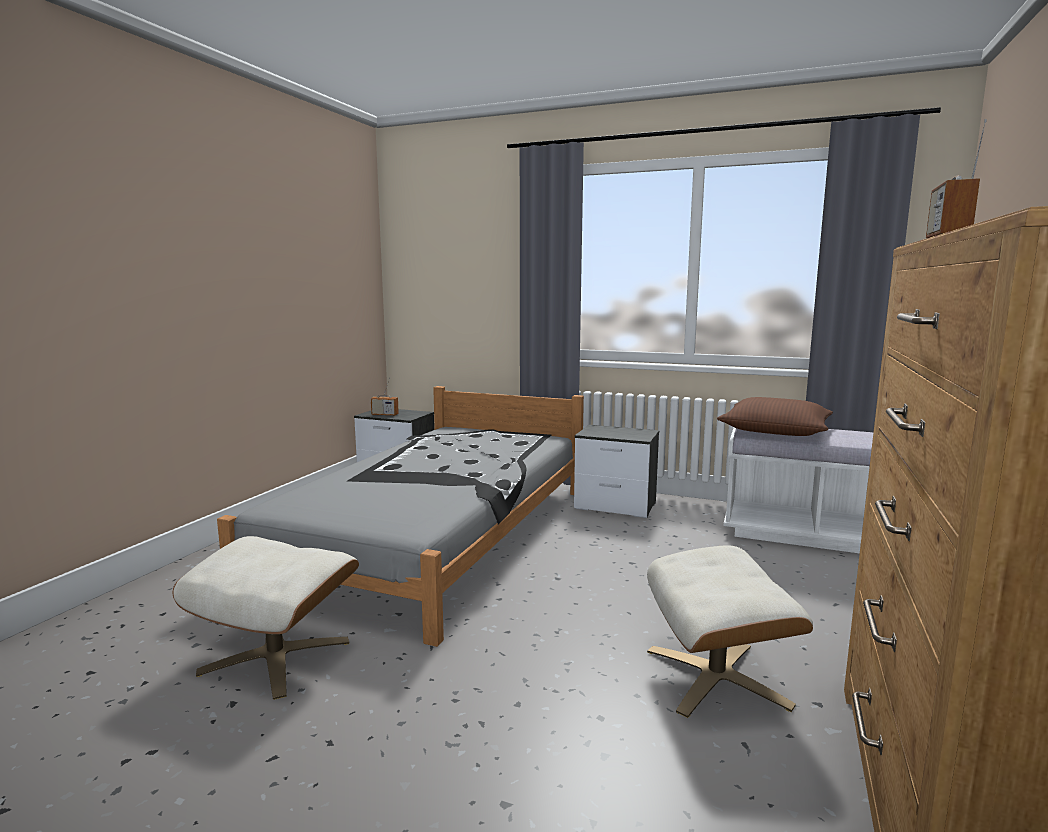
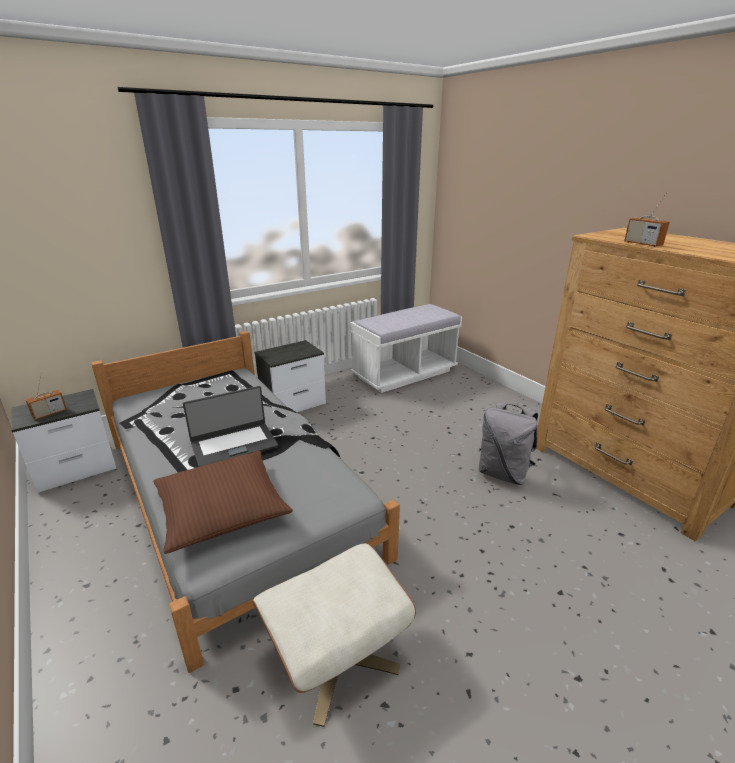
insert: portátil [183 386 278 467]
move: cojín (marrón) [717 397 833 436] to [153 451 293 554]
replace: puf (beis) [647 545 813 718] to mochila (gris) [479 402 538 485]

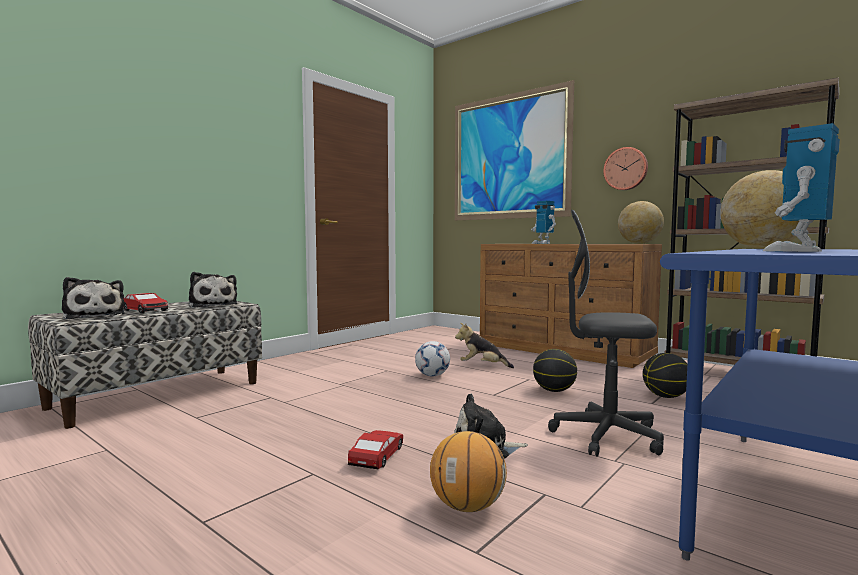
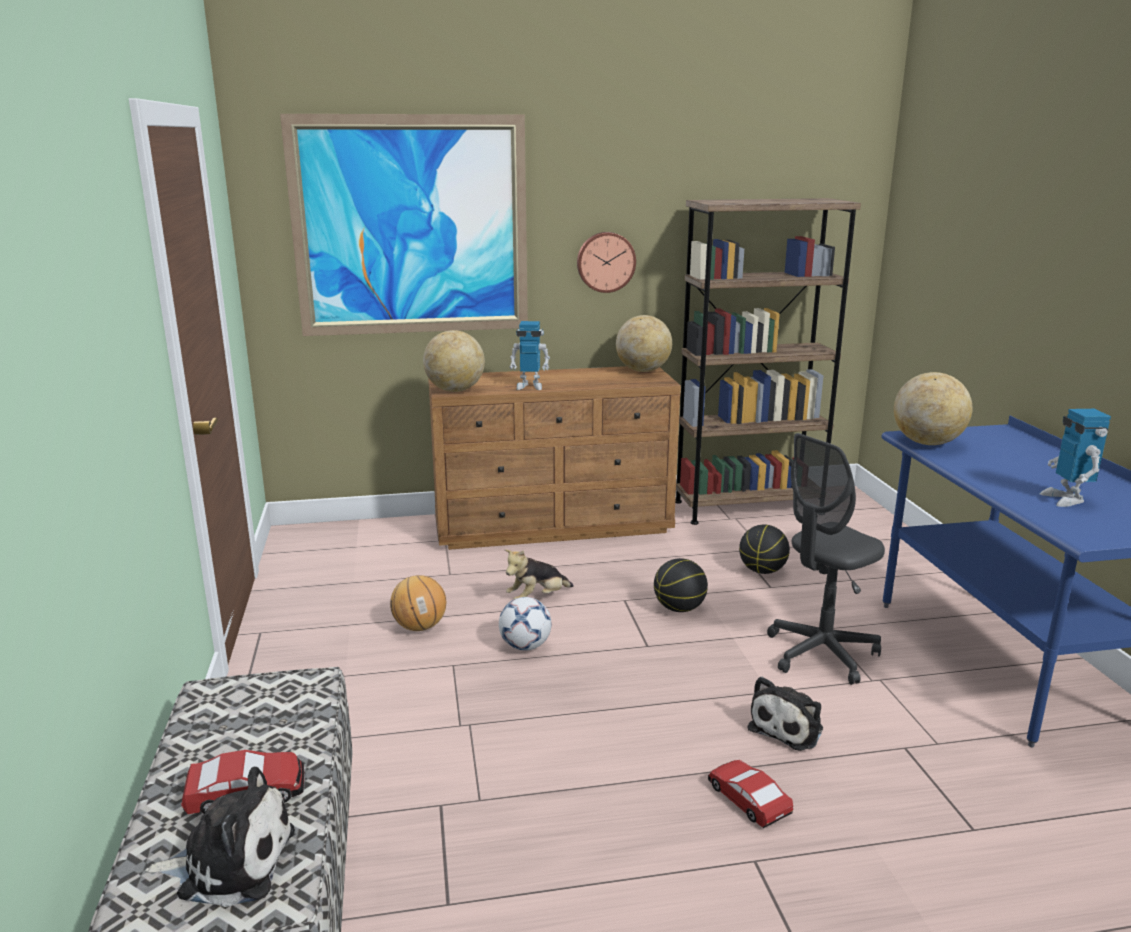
delete: peluche [189 272 237 308]
insert: globo terráqueo [423 330 485 392]
move: balón de baloncesto [430 431 507 512] to [390 575 446 631]

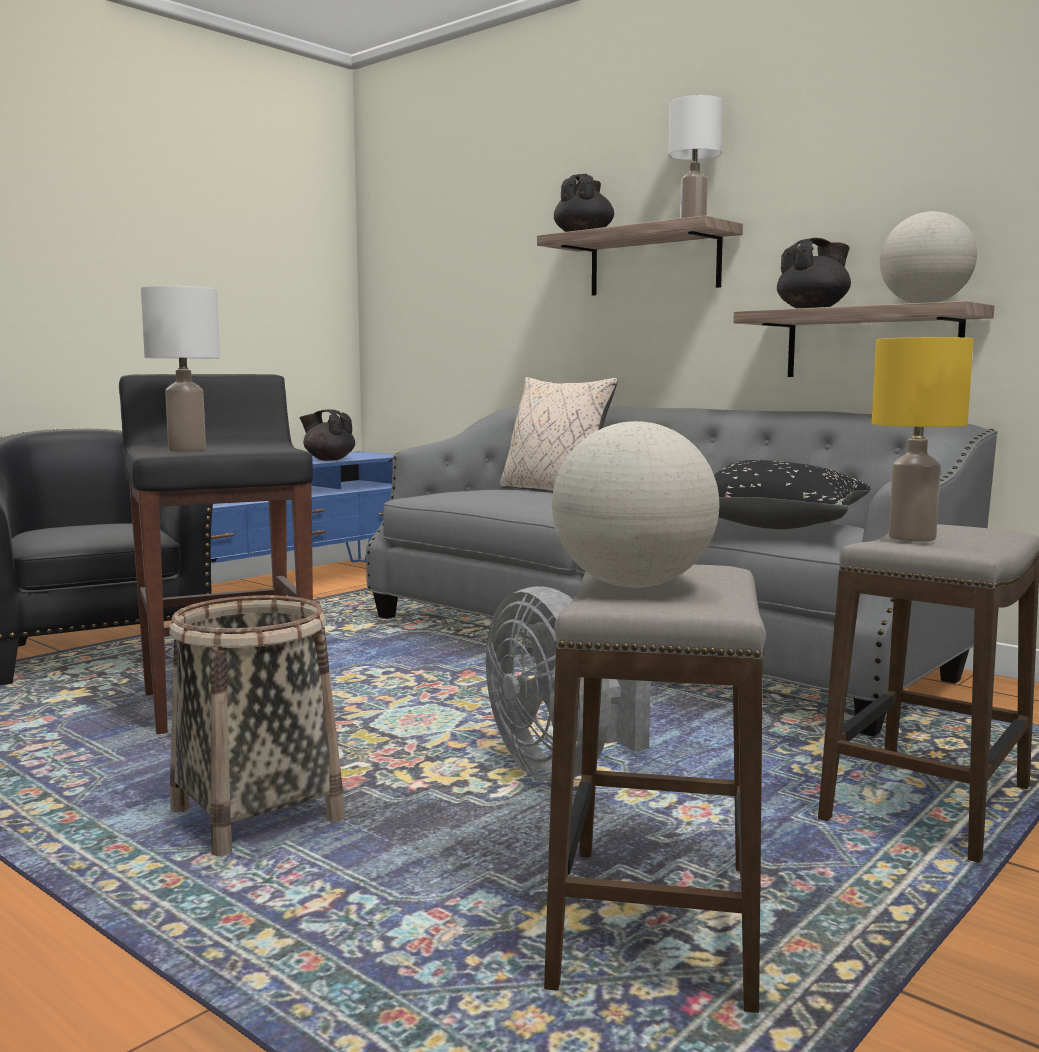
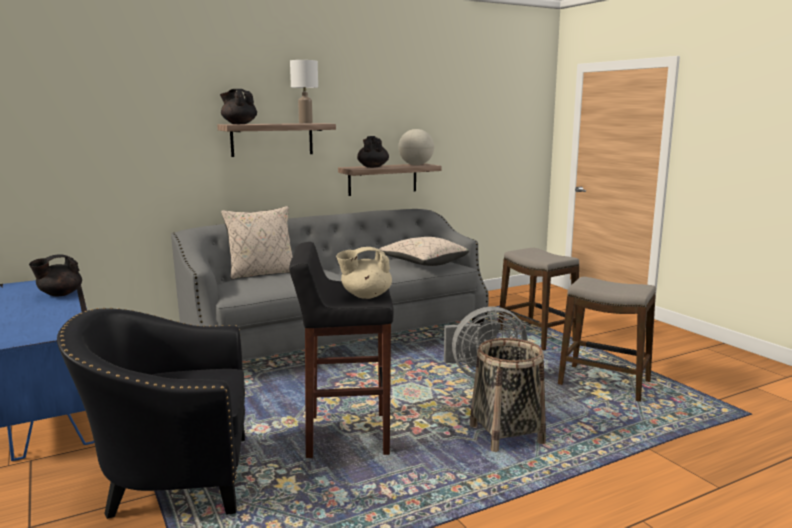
delete: lámpara de mesa (amarillo) [872 337 973 541]; globo terráqueo [552 421 719 588]
replace: lámpara de mesa (blanco) [141 286 220 452] to tetera (beis) [336 247 392 299]
recolor: cojín (negro) [714 460 870 529] to cojín (beis) [379 237 469 266]

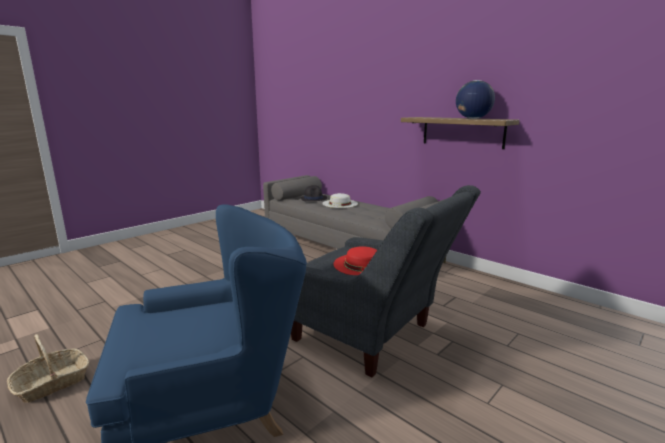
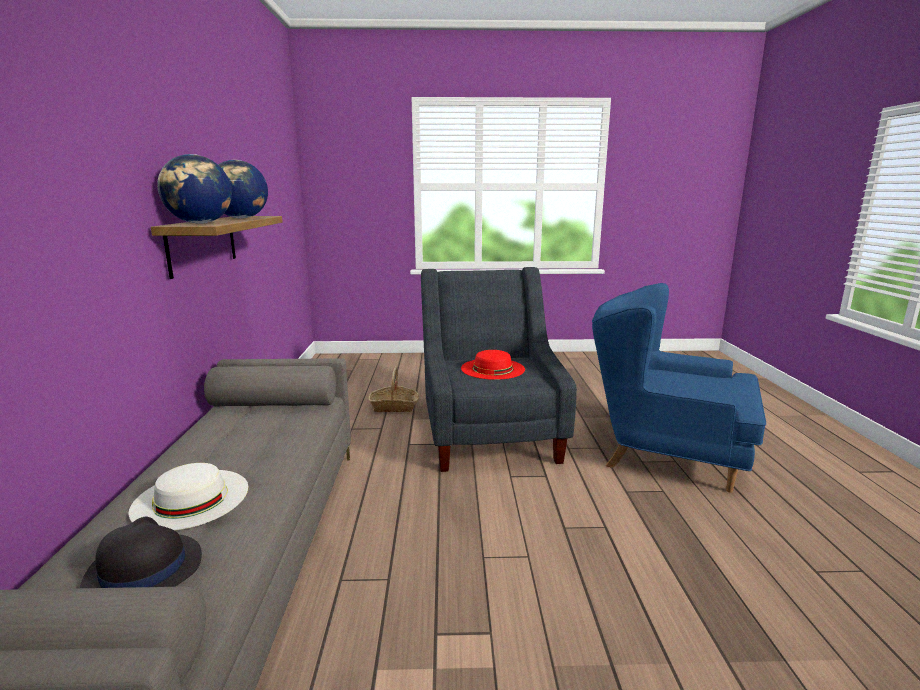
insert: globo terráqueo [157 154 232 224]
move: cesta [7 334 89 403] to [369 366 419 412]

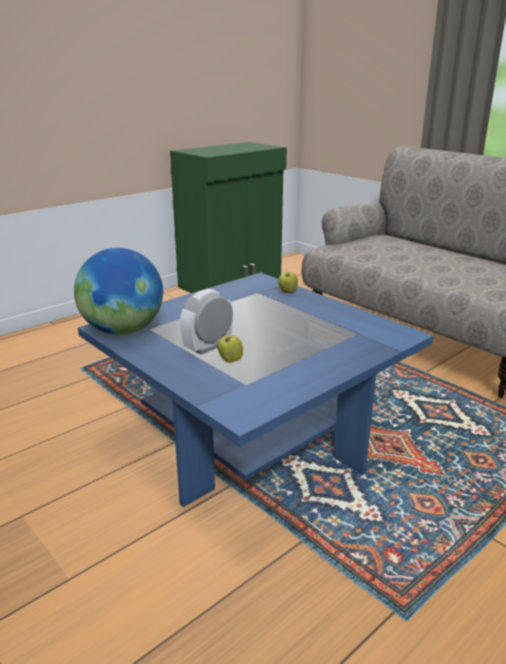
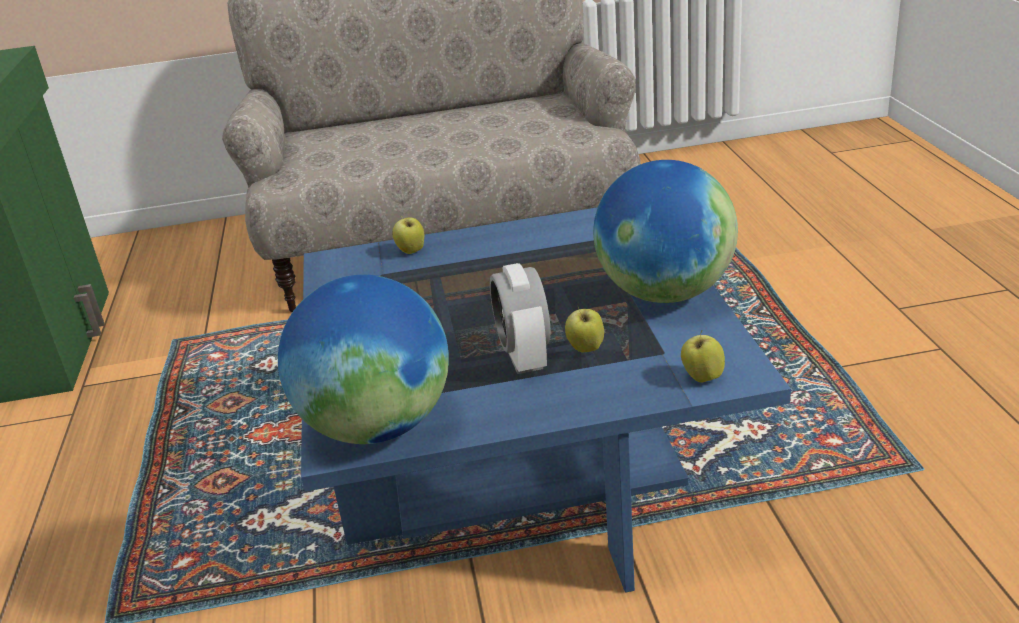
insert: globo terráqueo [593 160 738 303]; manzana [681 330 725 383]

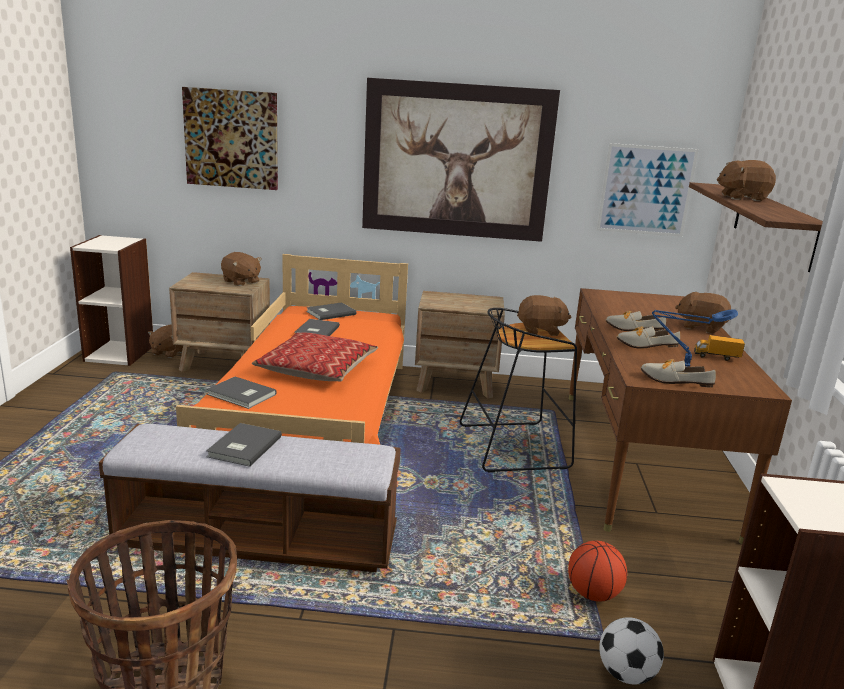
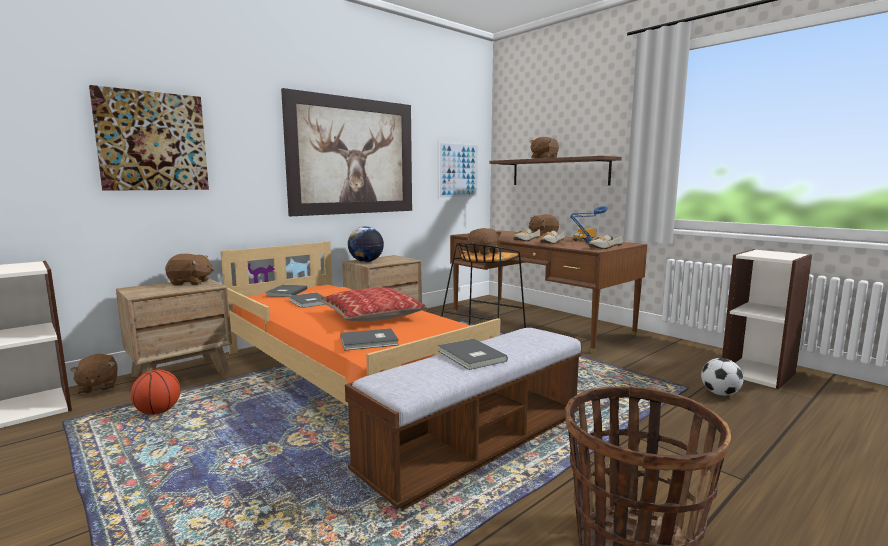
insert: globo terráqueo [348 226 384 262]
move: balón de baloncesto [568 541 627 601] to [131 370 180 415]

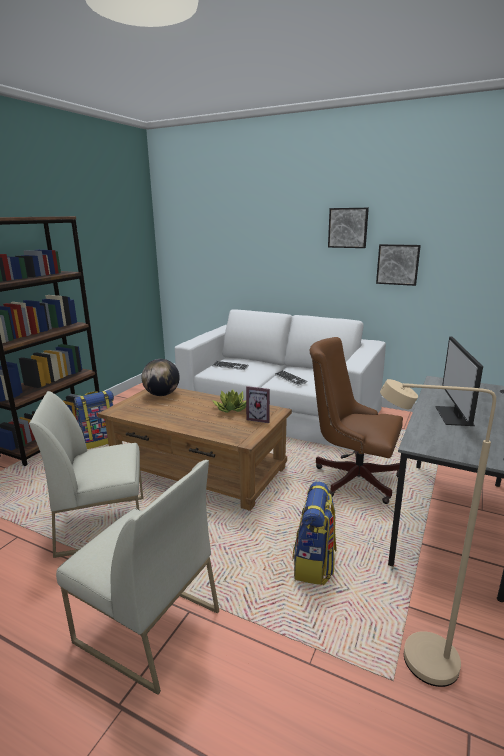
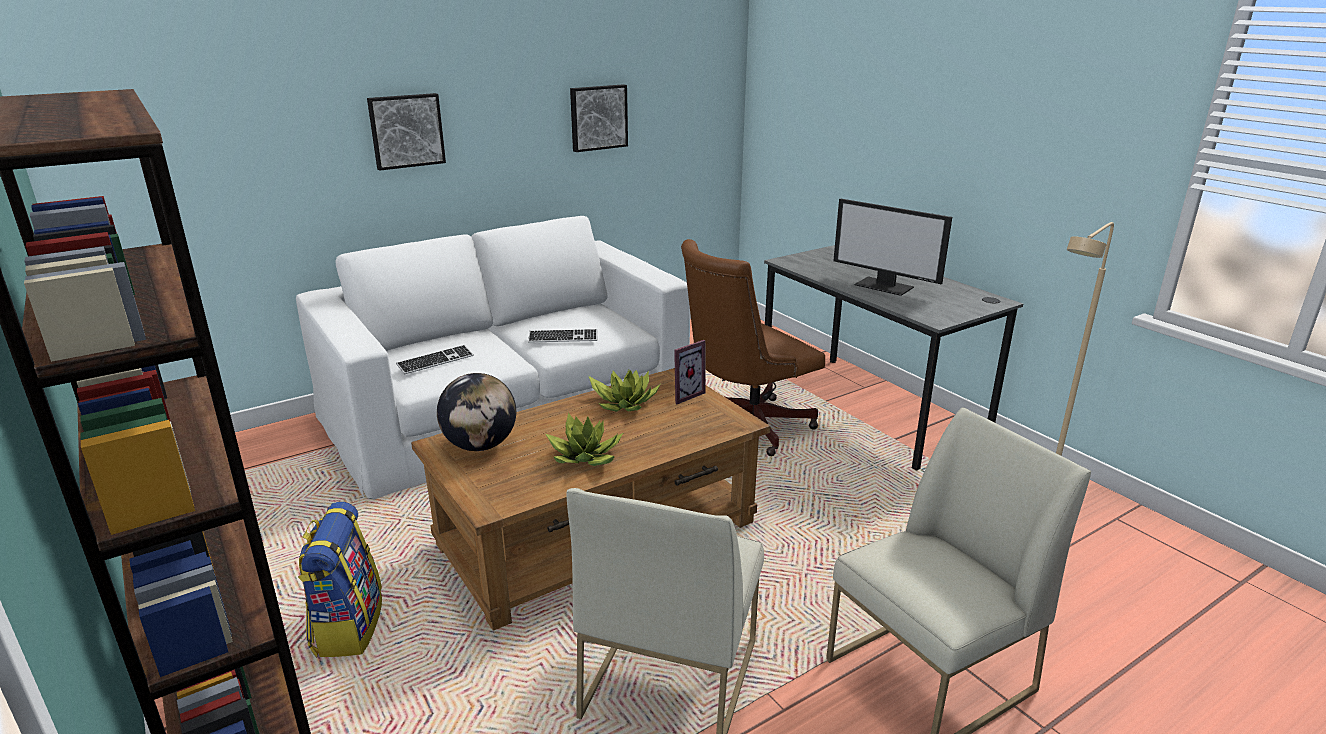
delete: mochila [292 481 336 585]
insert: planta en maceta [546 413 623 466]
move: cuadro [328 208 369 248] to [367 93 446 170]

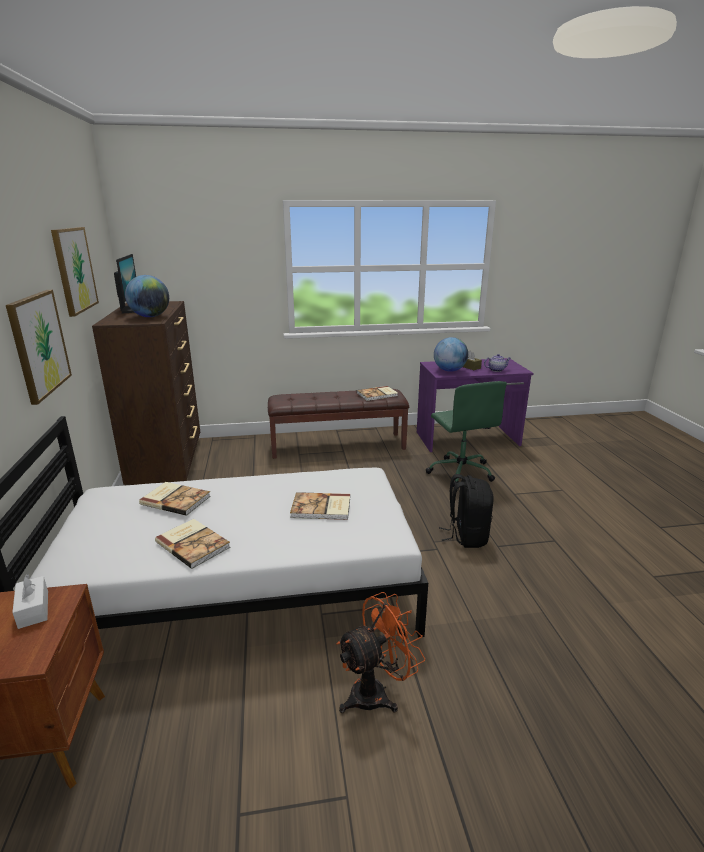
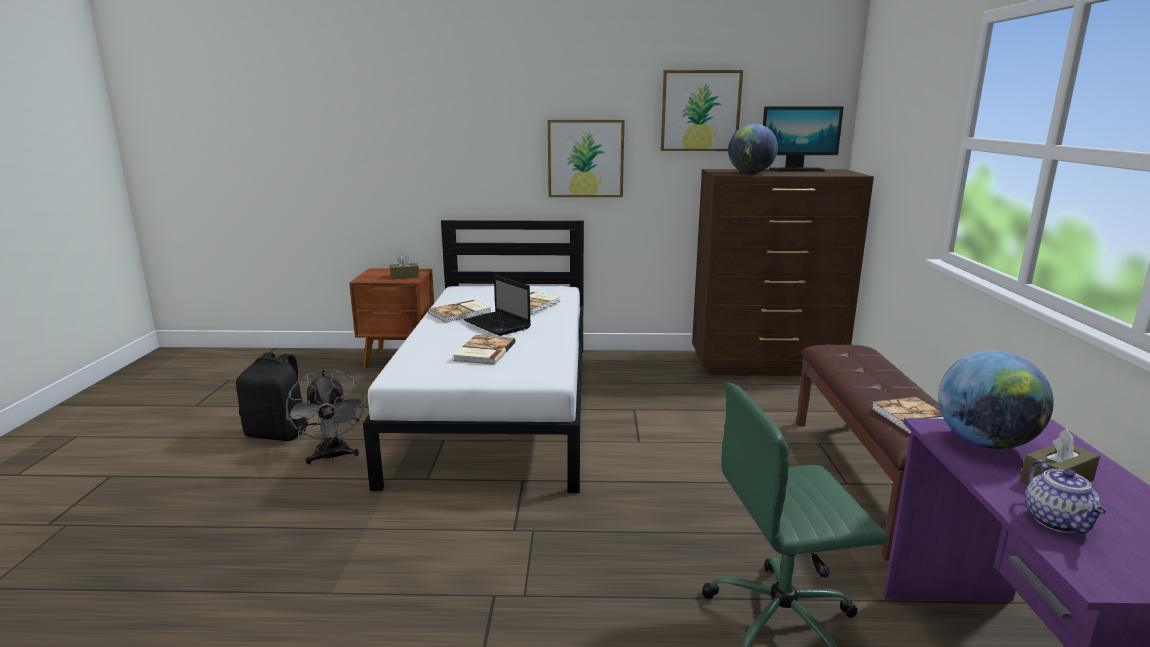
insert: portátil [464 275 531 336]
move: mochila (negro) [439 474 494 548] to [236 352 308 441]
recolor: caja de pañuelos (blanco) [12 574 48 629] to caja de pañuelos (marrón) [390 254 419 279]; ventilador (naranja) [337 592 425 713] to ventilador (gris) [286 369 365 464]

